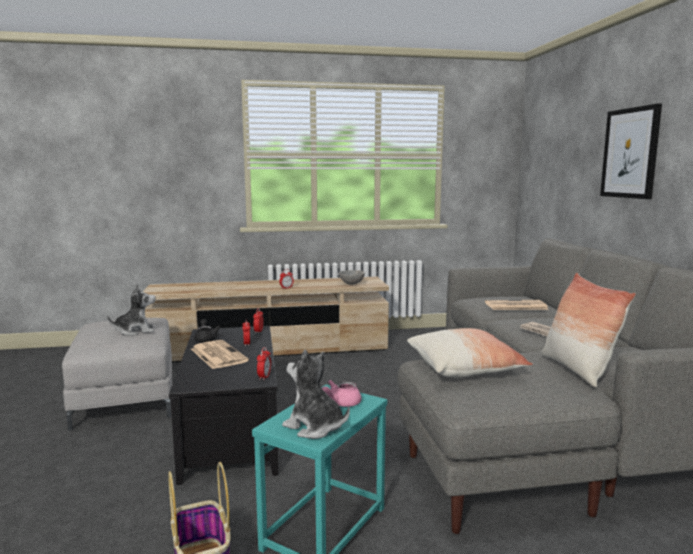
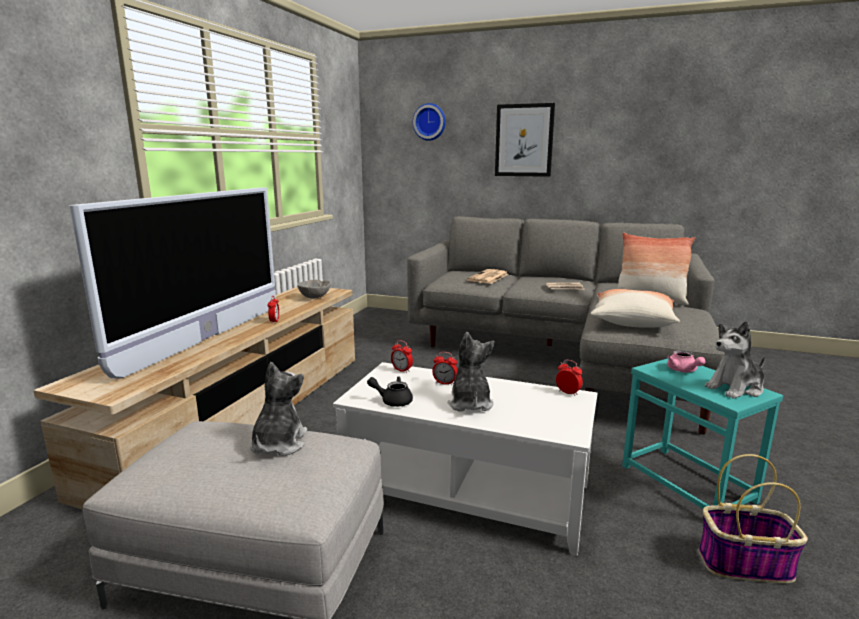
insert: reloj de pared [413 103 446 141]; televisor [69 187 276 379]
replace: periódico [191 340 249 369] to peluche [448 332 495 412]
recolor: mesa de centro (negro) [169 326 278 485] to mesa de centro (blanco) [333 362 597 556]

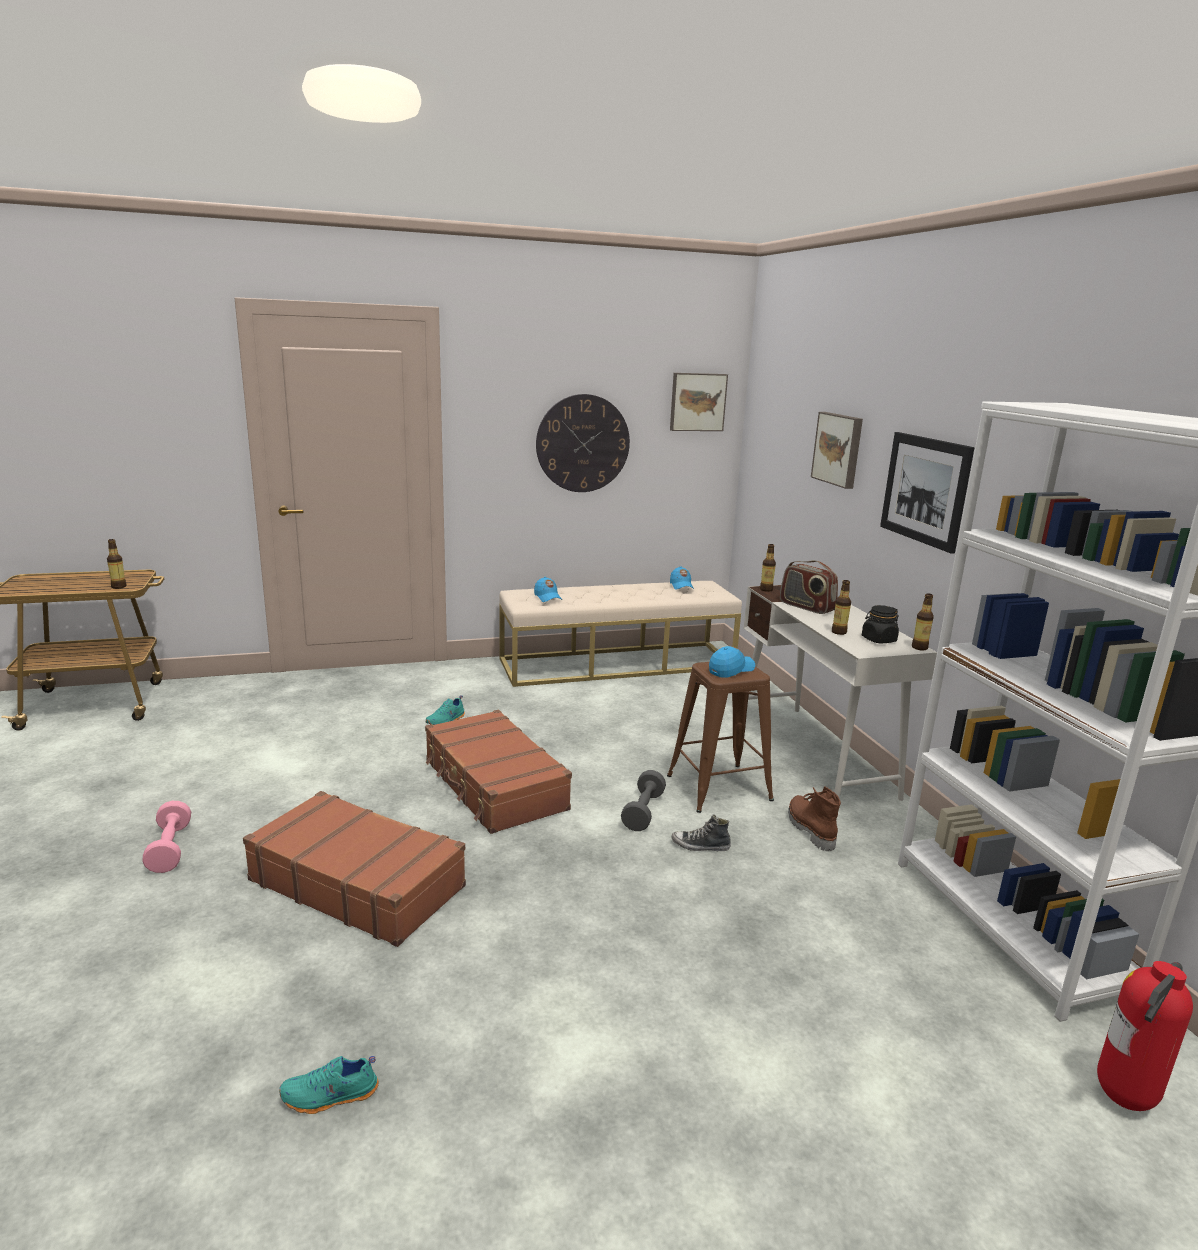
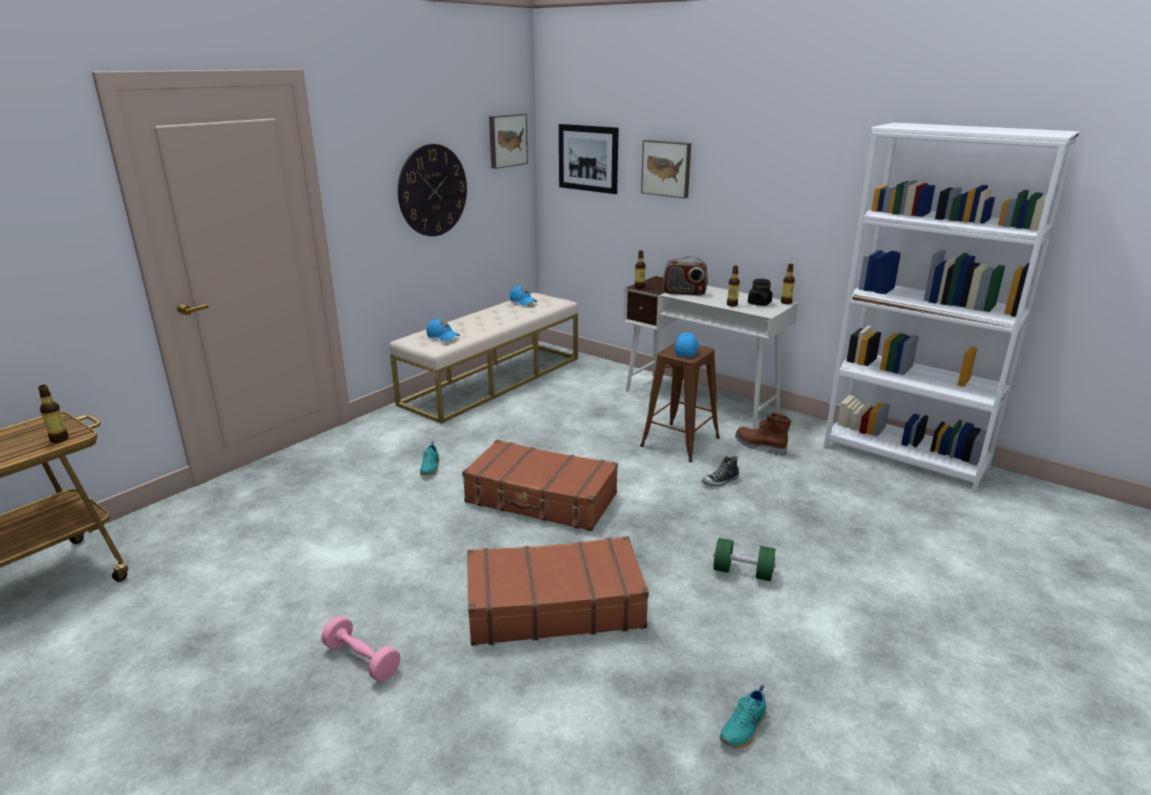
delete: mancuerna (gris) [621 770 666 831]; extintor [1097 961 1193 1111]
insert: mancuerna (verde) [713 538 776 581]
move: cuadro [880 432 974 554] to [559 124 619 194]

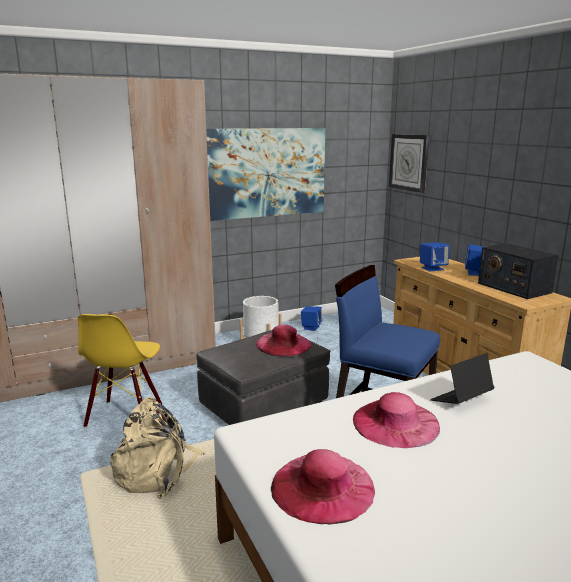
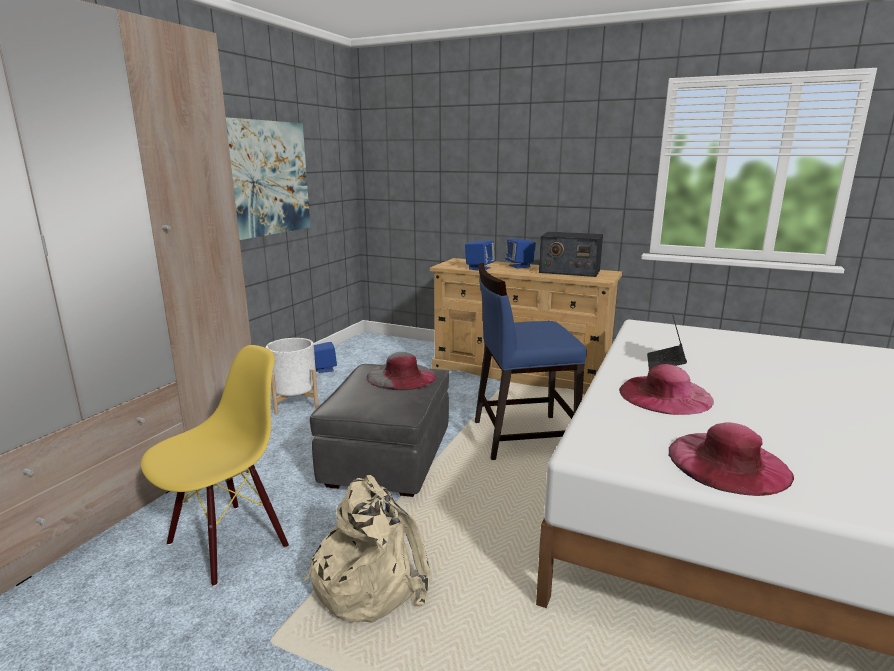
delete: reloj de pared [389 134 429 193]
recolor: sombrero (rosa) [256 324 312 356] to sombrero (gris) [367 352 436 390]
rotate: silla (amarillo) [78 314 162 428] = [141 345 289 587] 105 degrees counterclockwise

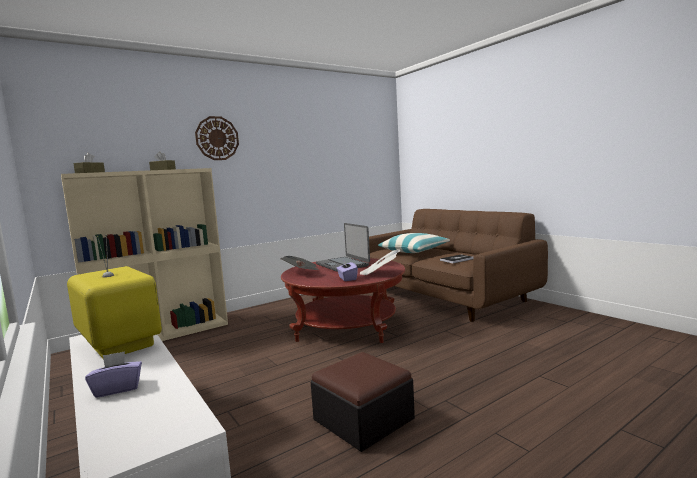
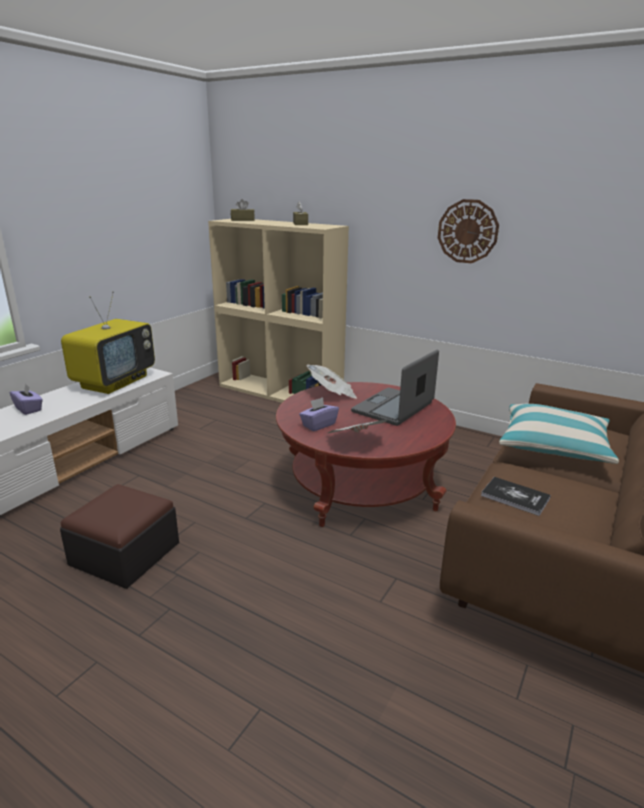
move: reloj de pared [195 116 239 160] to [438 199 499 263]

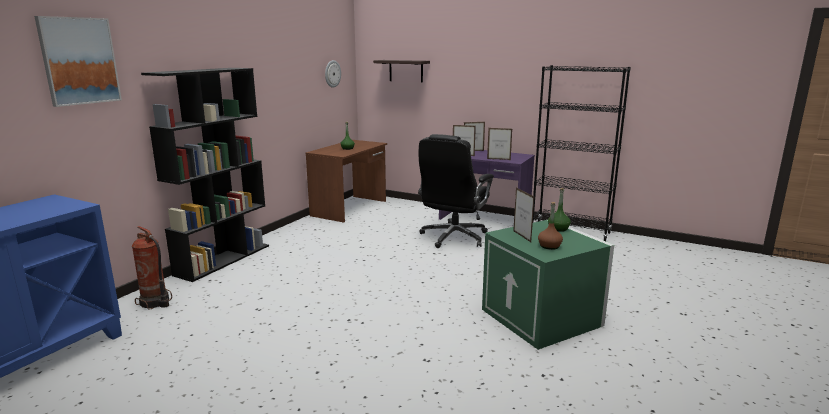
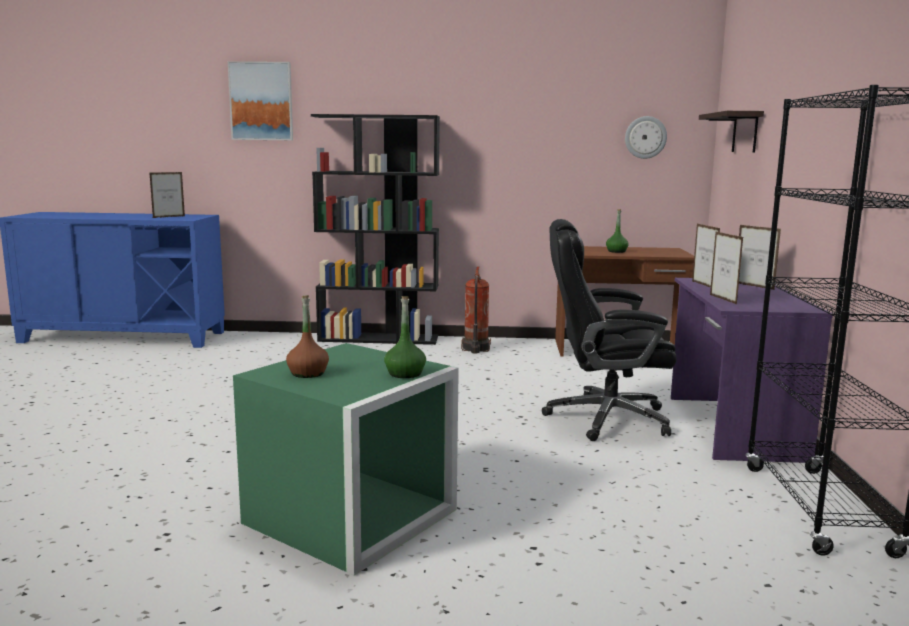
move: portarretratos [513 188 535 242] to [150 172 185 218]; extintor [132 226 172 310] to [461 266 491 354]

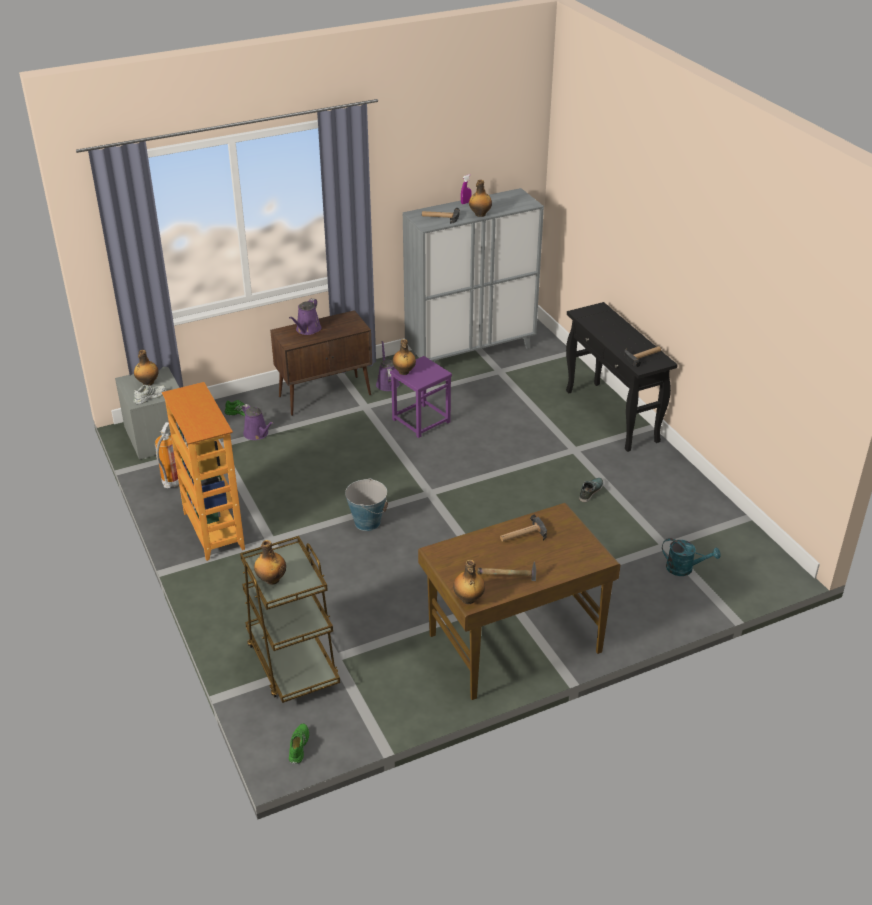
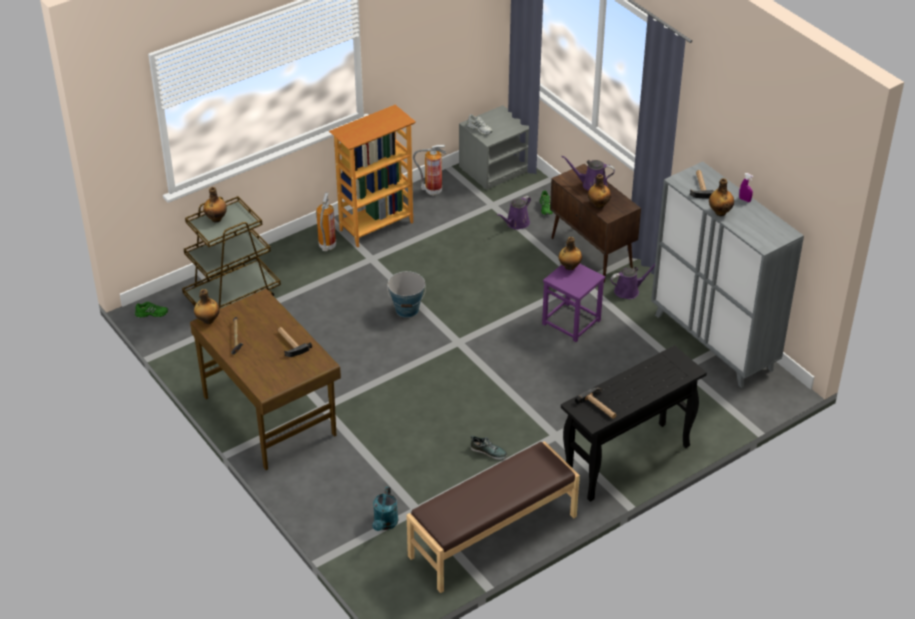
insert: extintor [316 193 336 251]; banco (marrón) [407 441 580 593]
move: botella [134 350 159 386] to [588 174 611 208]

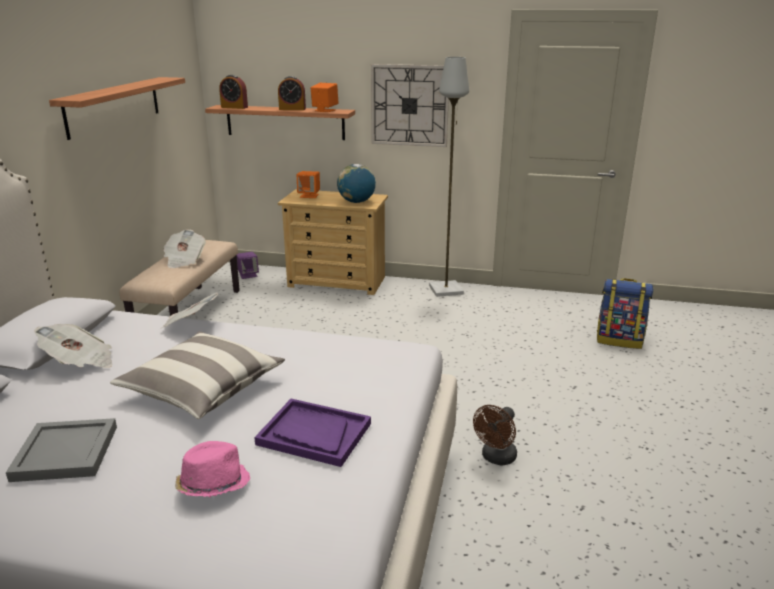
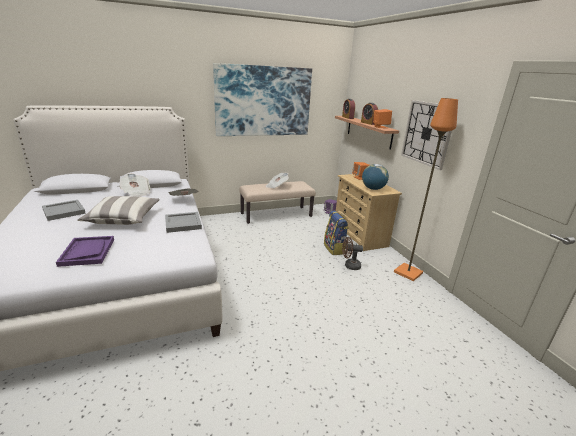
delete: sombrero (rosa) [175 441 250 497]
insert: bandeja (gris) [165 212 202 233]
move: mochila [597 278 653 349] to [324 211 349 255]; ventilador (marrón) [473 405 517 465] to [342 237 363 270]
replace: estante [49 77 185 140] to cuadro [213 63 312 136]
recolor: lámpara de pie (gris) [429 57 469 297] to lámpara de pie (naranja) [394 98 458 281]

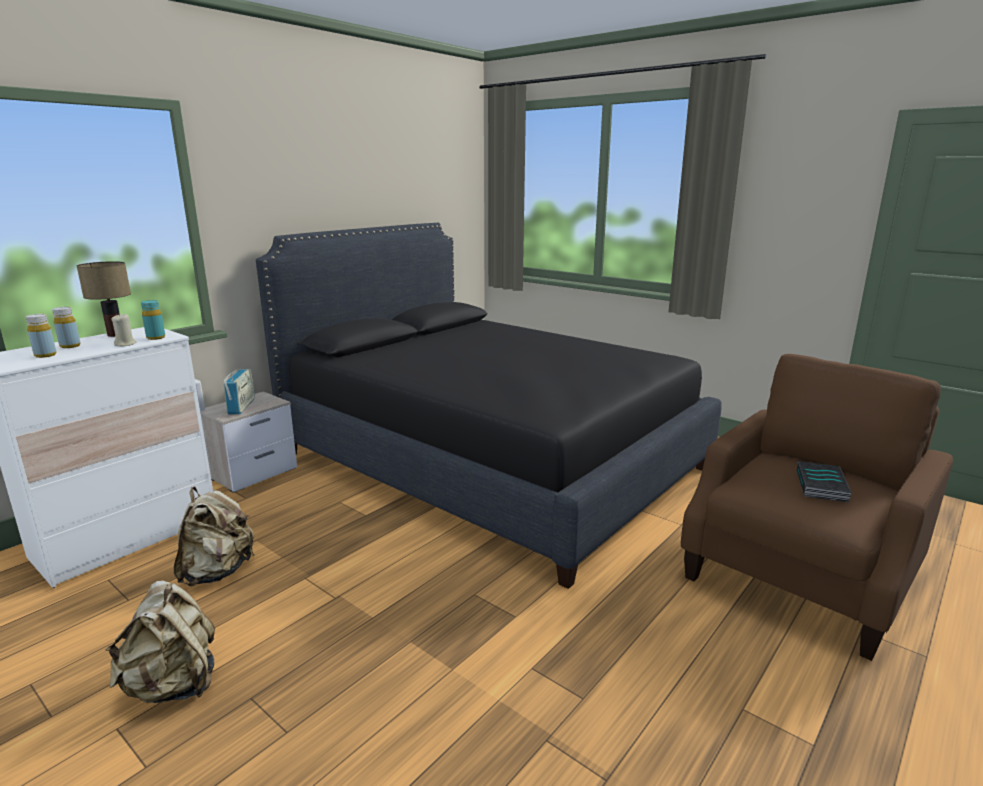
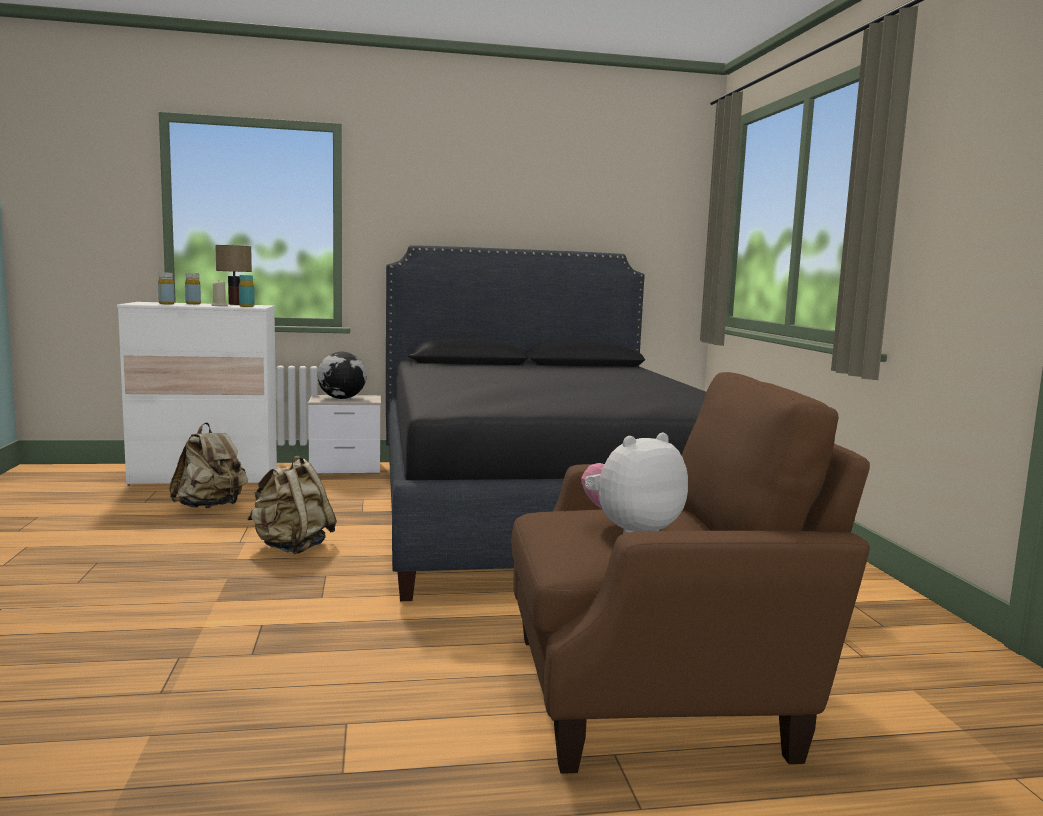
move: mochila (beis) [106 580 215 703] to [247 456 337 554]
replace: radio [224 369 255 414] to globo terráqueo [317 352 367 399]; libro [797 461 852 502] to peluche [581 433 688 534]

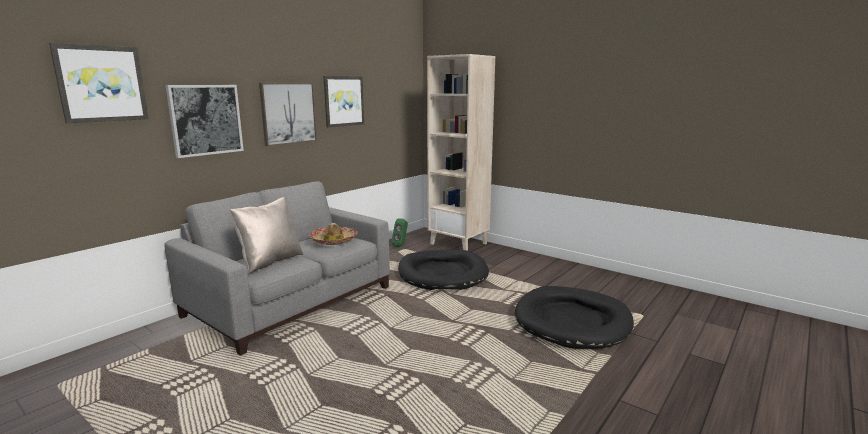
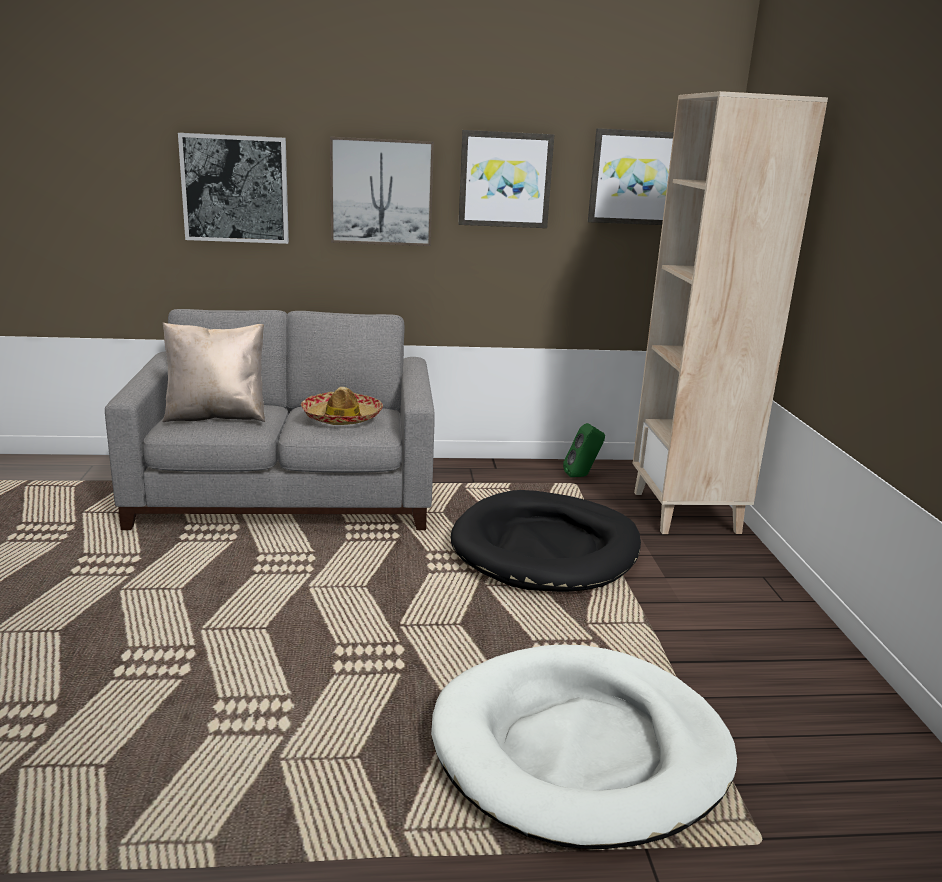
move: cuadro [49 43 149 123] to [588 128 674 225]
recolor: cama para perro (negro) [515 286 634 349] to cama para perro (blanco) [431 645 737 849]

